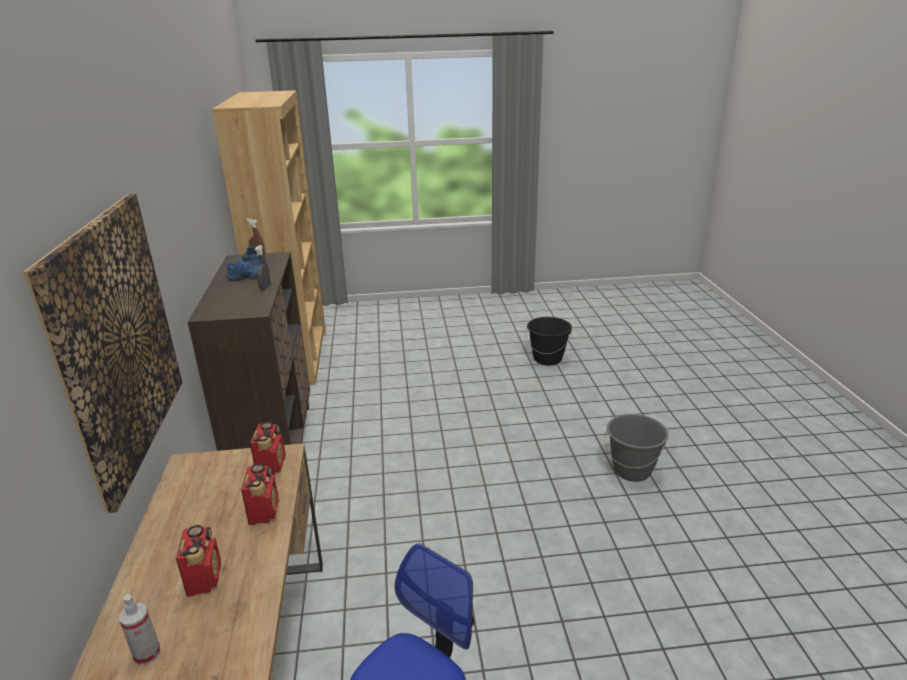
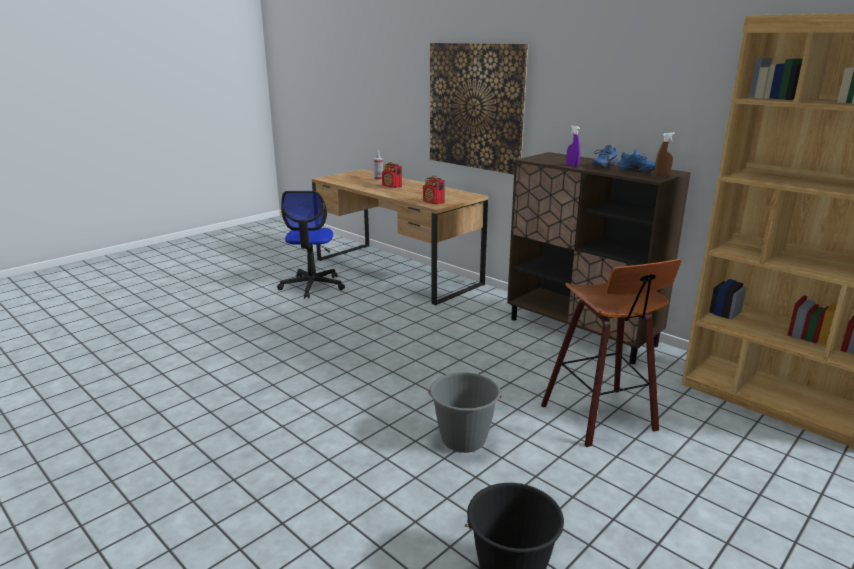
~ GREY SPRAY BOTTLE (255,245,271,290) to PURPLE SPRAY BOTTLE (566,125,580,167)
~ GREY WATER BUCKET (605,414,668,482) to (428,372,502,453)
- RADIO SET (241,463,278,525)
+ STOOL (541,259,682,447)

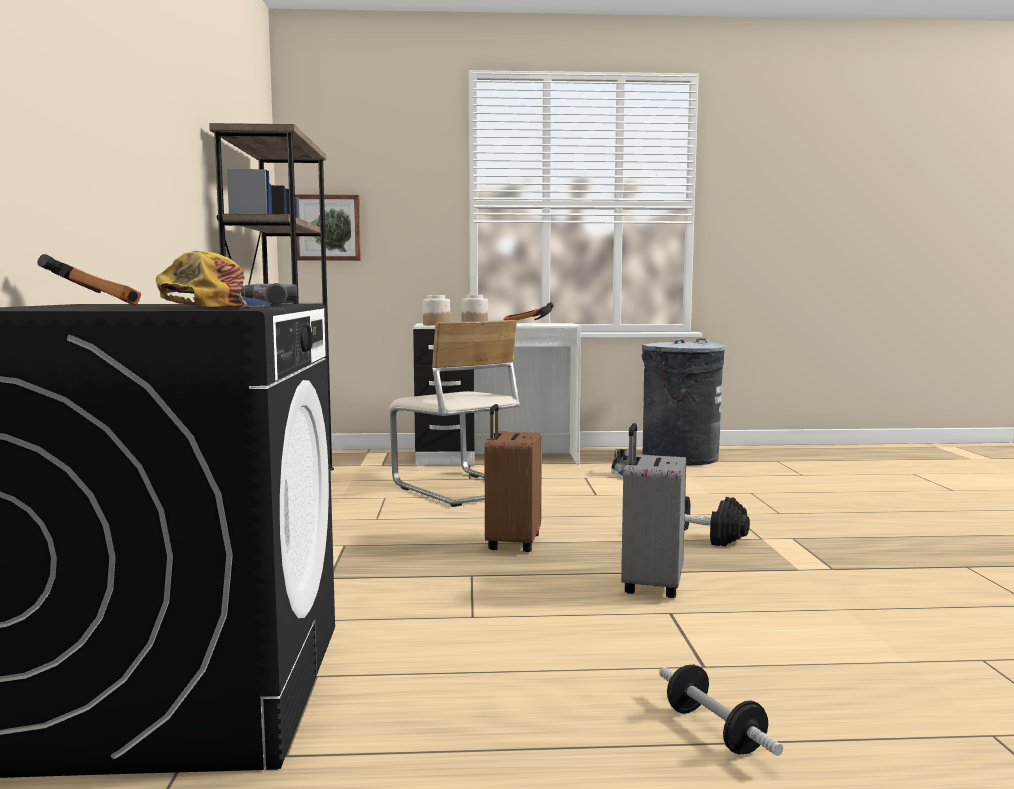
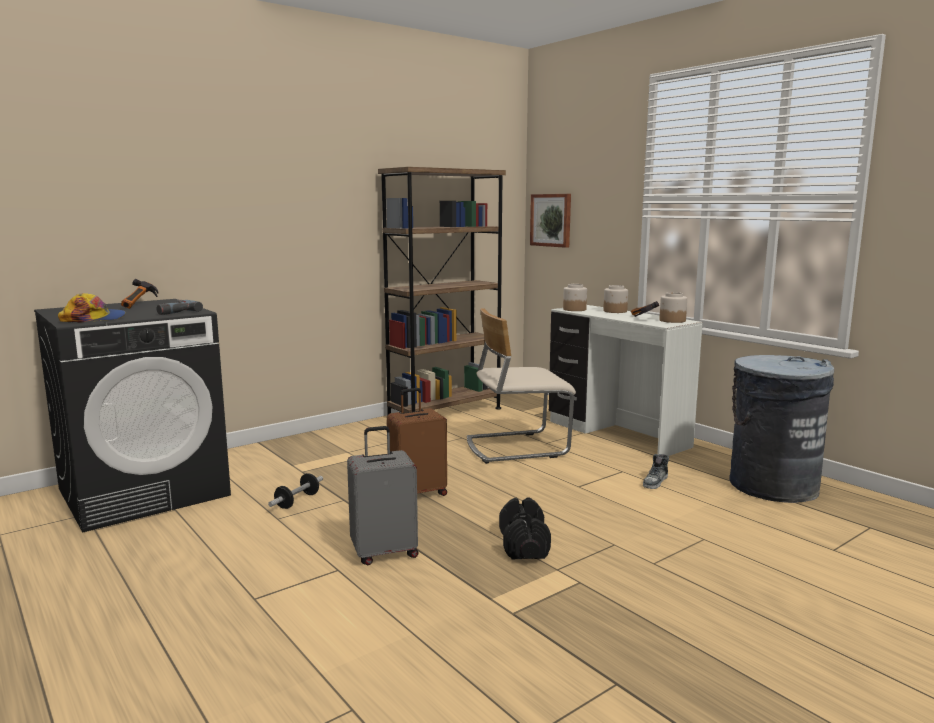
~ SAND-COLOURED PLAIN CHAIR (389,320,519,507) = (467,308,576,464) 60 degrees clockwise
~ HAND WEIGHT (659,665,783,756) to (268,473,323,509)
+ STORAGE JAR (659,292,687,323)

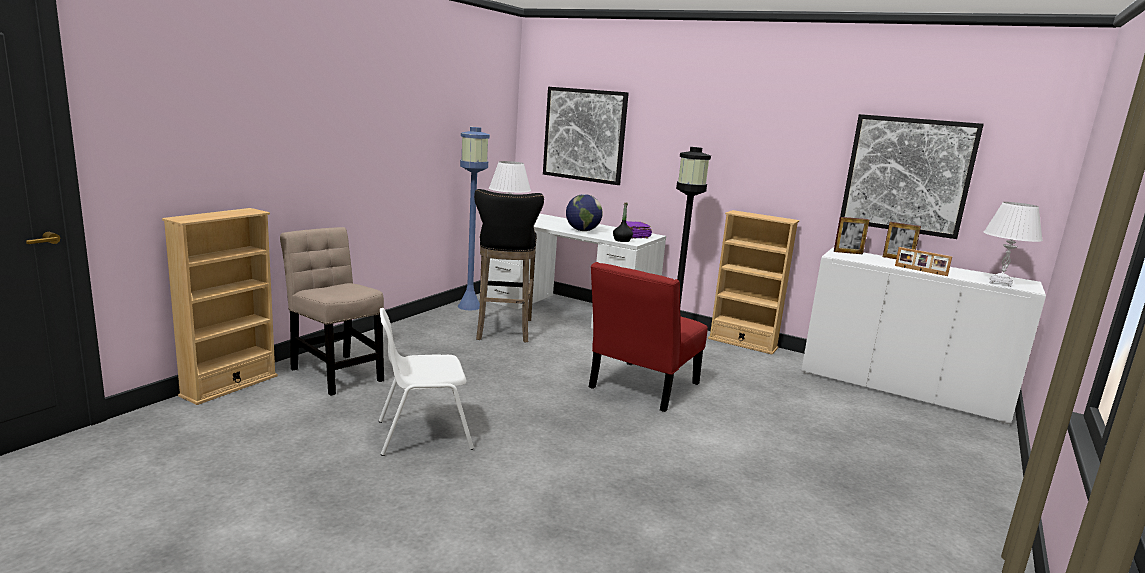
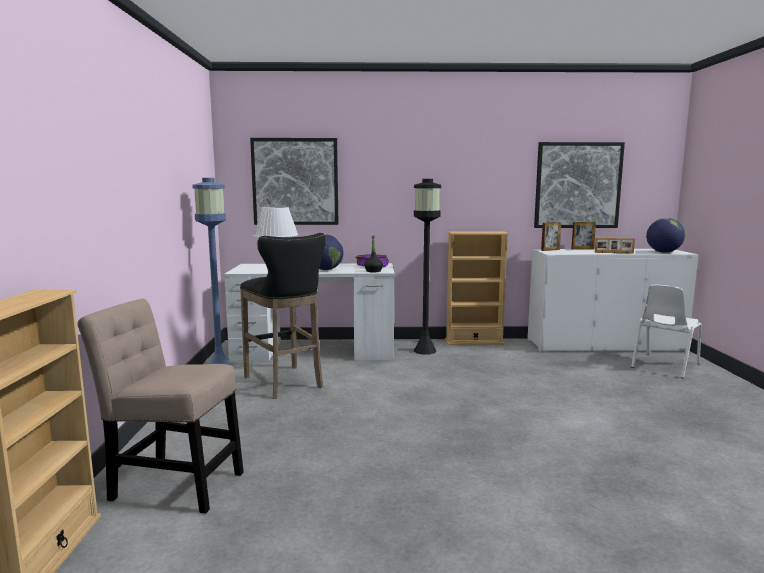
~ WHITE TABLETOP LAMP (984,202,1043,287) to GLOBE (646,218,685,253)
- RED-COLOURED PLAIN CHAIR (589,262,708,412)
~ WHITE PLAIN CHAIR (379,308,474,456) to (631,285,702,378)

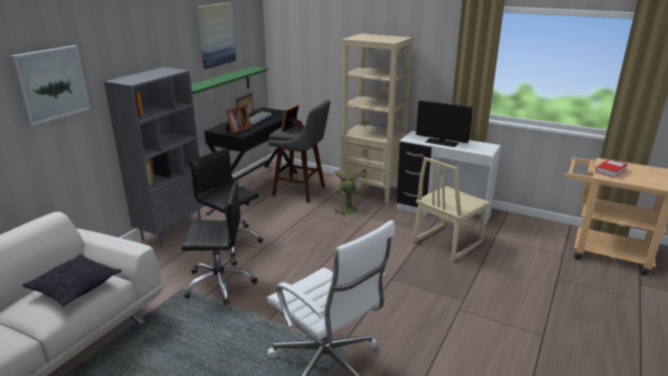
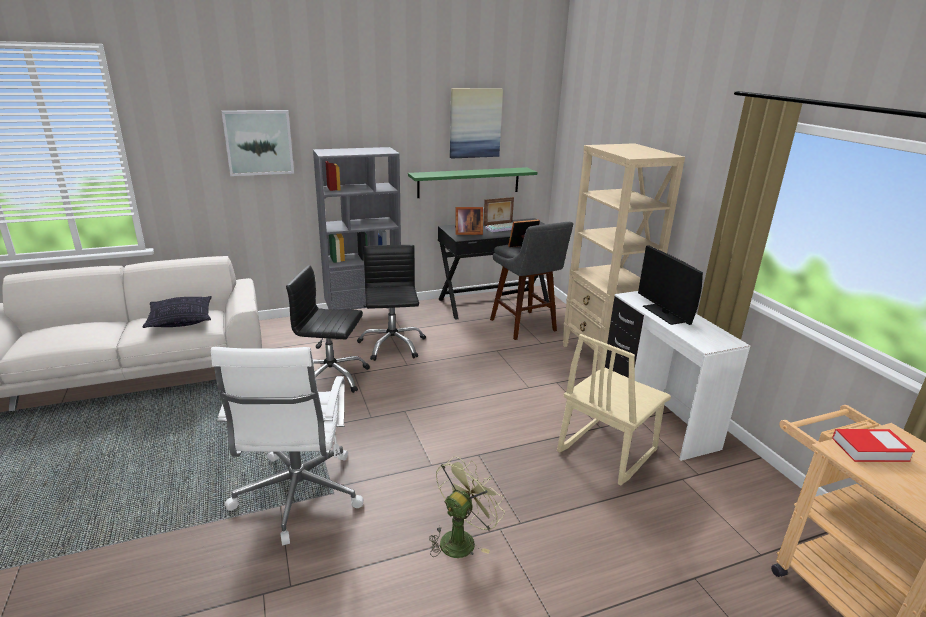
~ SAND-COLOURED PLAIN CHAIR (413,157,491,261) = (557,334,671,486) 45 degrees counterclockwise
~ GREENISH COOLING FAN (329,164,368,215) to (429,456,505,558)
~ BLACK-COLOURED DESK CHAIR (181,181,257,305) = (286,265,370,393) 150 degrees clockwise

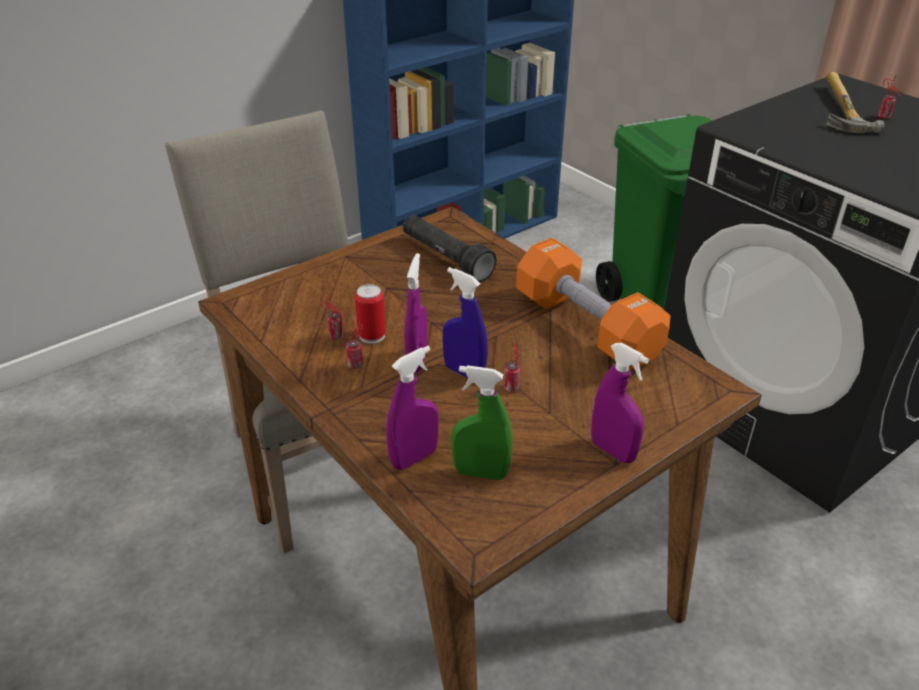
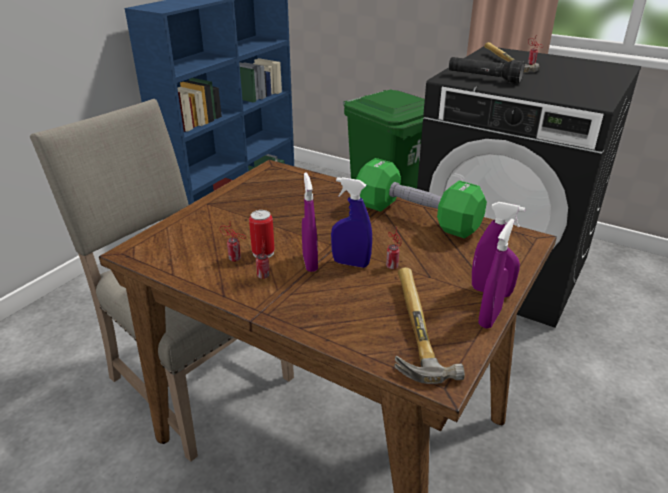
~ BLACK-COLOURED TORCH (403,215,497,282) to (449,57,525,84)
~ ORANGE HAND WEIGHT (516,238,670,370) to GREENISH HAND WEIGHT (356,158,487,238)
~ PURPLE SPRAY BOTTLE (387,346,439,470) to (478,219,515,329)
~ GREENISH SPRAY BOTTLE (451,365,512,480) to TOOL HAMMER (394,267,465,384)

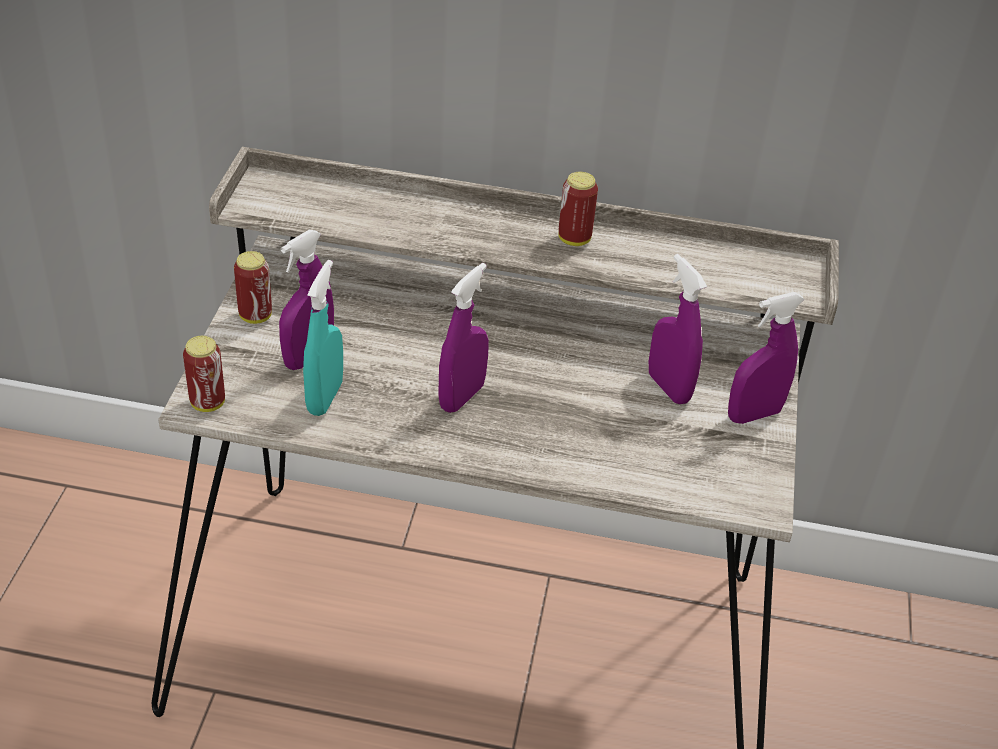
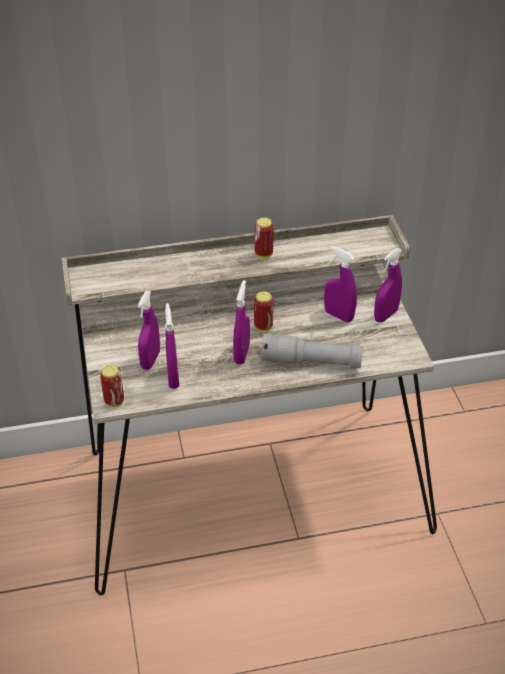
~ CAN (234,251,272,324) to (254,291,273,331)
~ BLUE-GREEN SPRAY BOTTLE (303,260,343,416) to PURPLE SPRAY BOTTLE (165,303,179,389)
+ GREY TORCH (261,333,363,369)

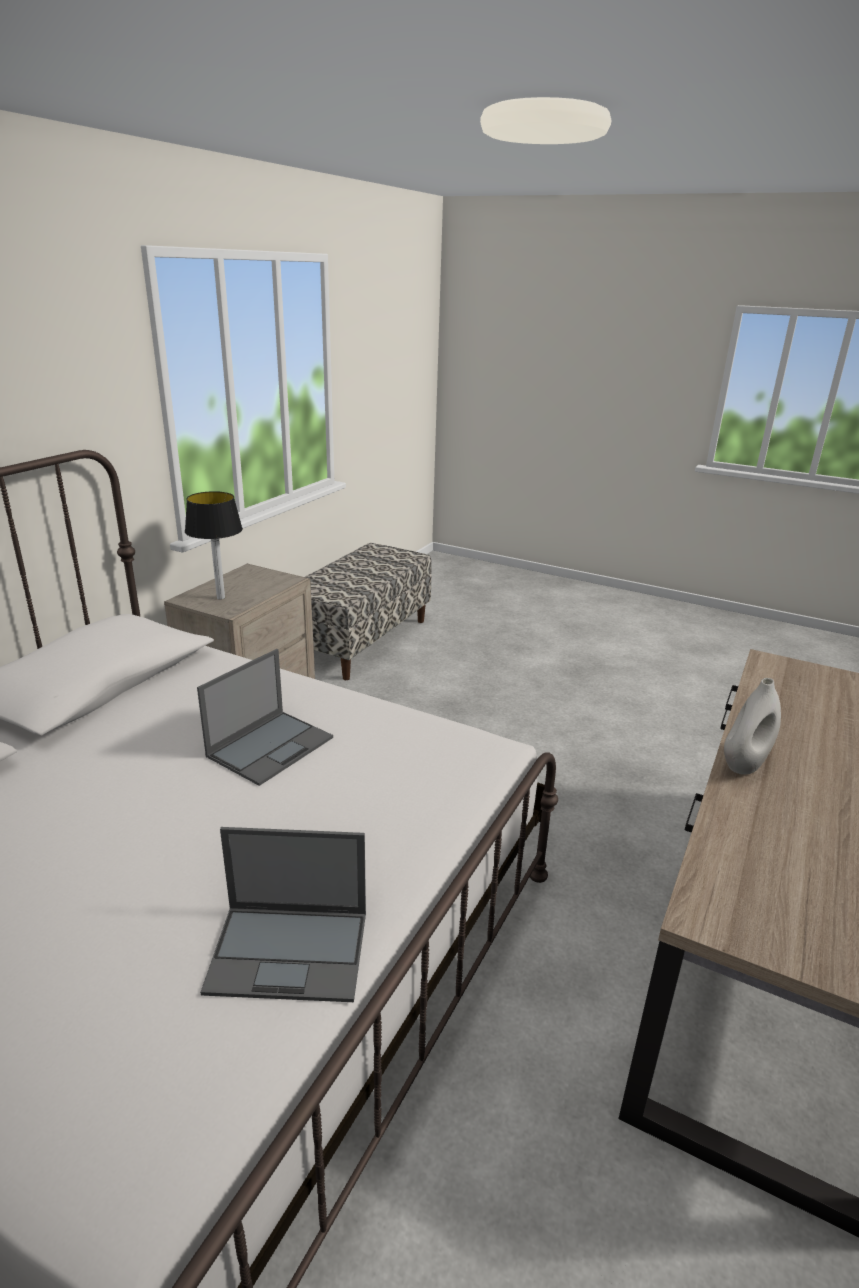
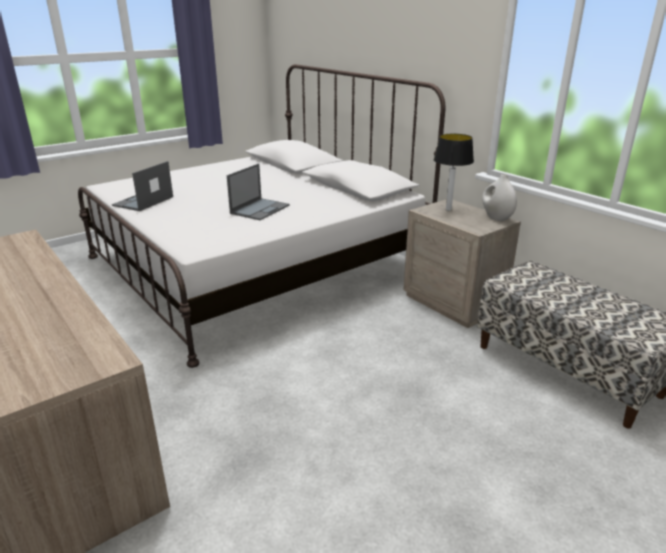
~ NOTEBOOK COMPUTER (197,649,333,786) = (227,164,290,220) 120 degrees counterclockwise
~ WHITE VASE (724,678,781,775) to (482,174,517,221)

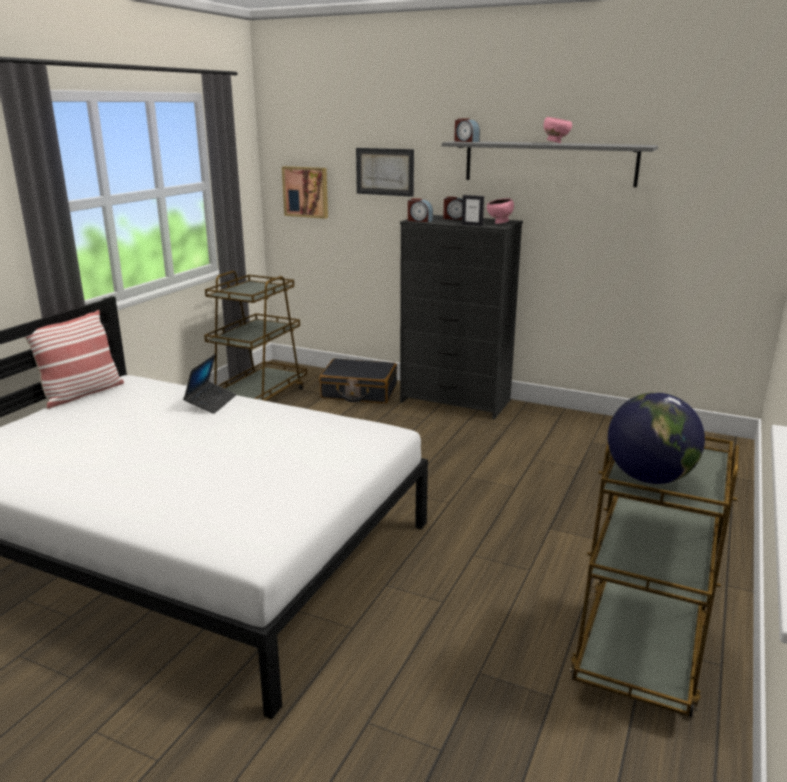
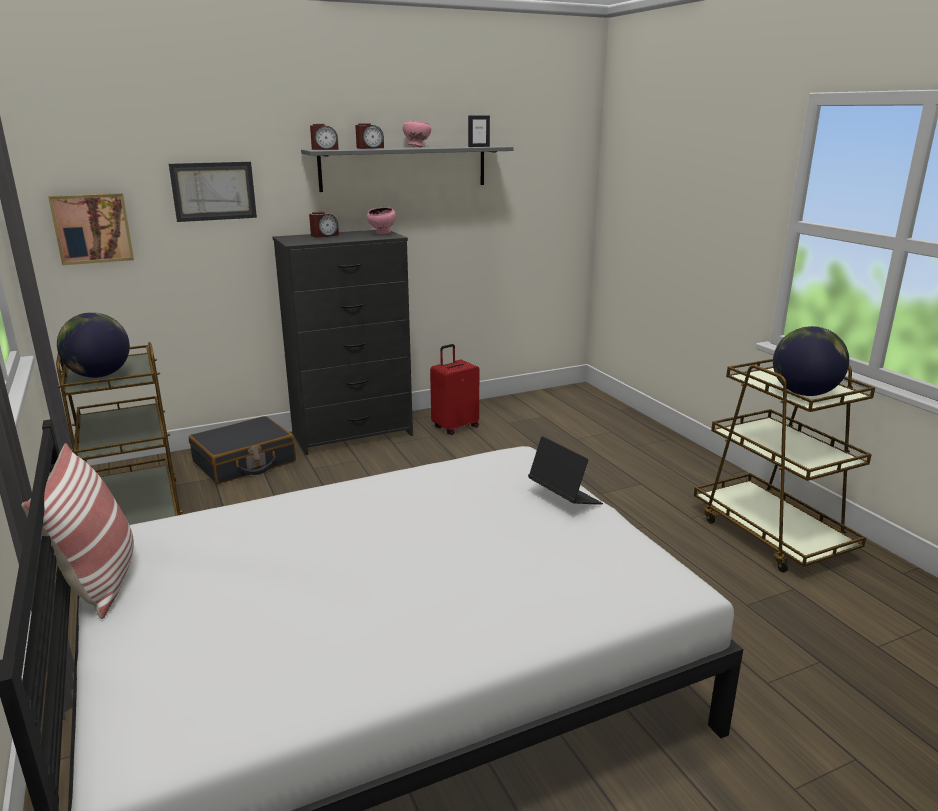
~ STANDING FRAME (462,195,484,226) to (468,116,490,147)
~ TABLE CLOCK (408,198,433,222) to (355,123,384,149)
~ NOTEBOOK COMPUTER (183,354,236,414) to (528,436,603,505)
+ GLOBE (57,312,130,378)
+ RED-COLOURED TRAVEL CASE (430,344,479,435)

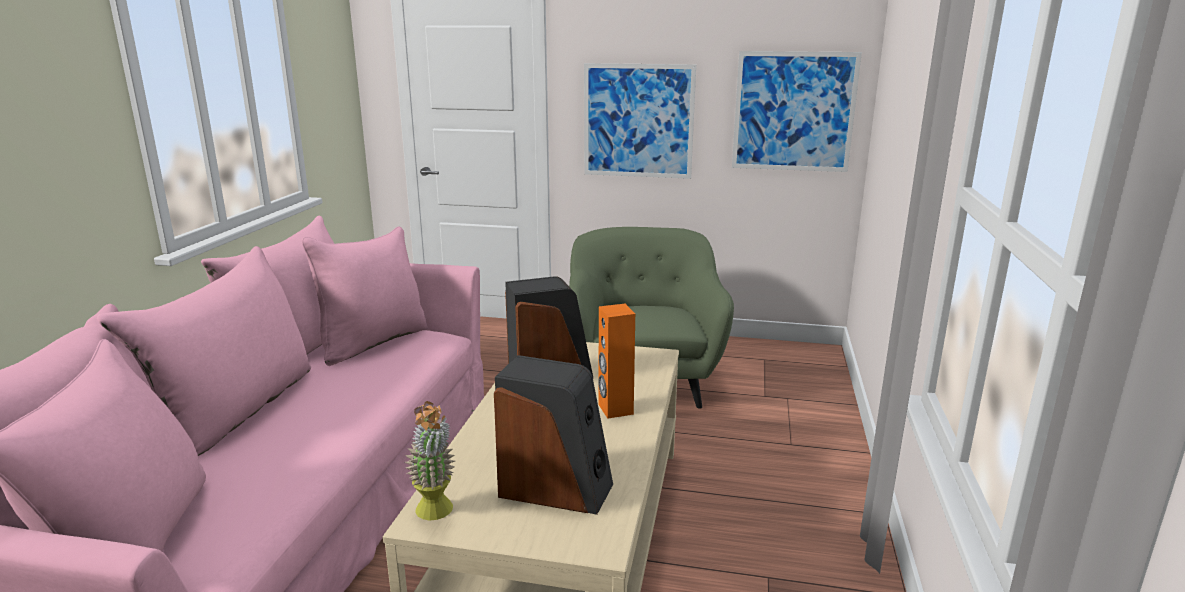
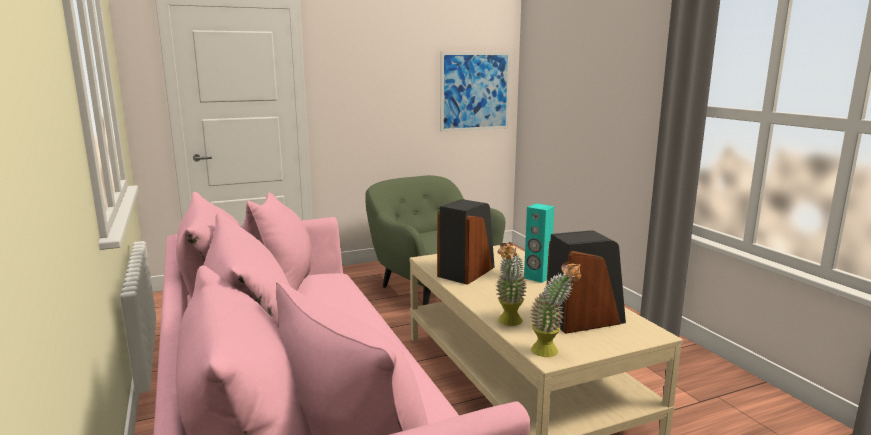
- PICTURE (584,63,696,179)
~ ORANGE LOUDSPEAKER (598,304,635,418) to BLUE-GREEN LOUDSPEAKER (524,203,554,283)
+ POTTED PLANT (496,242,527,326)

